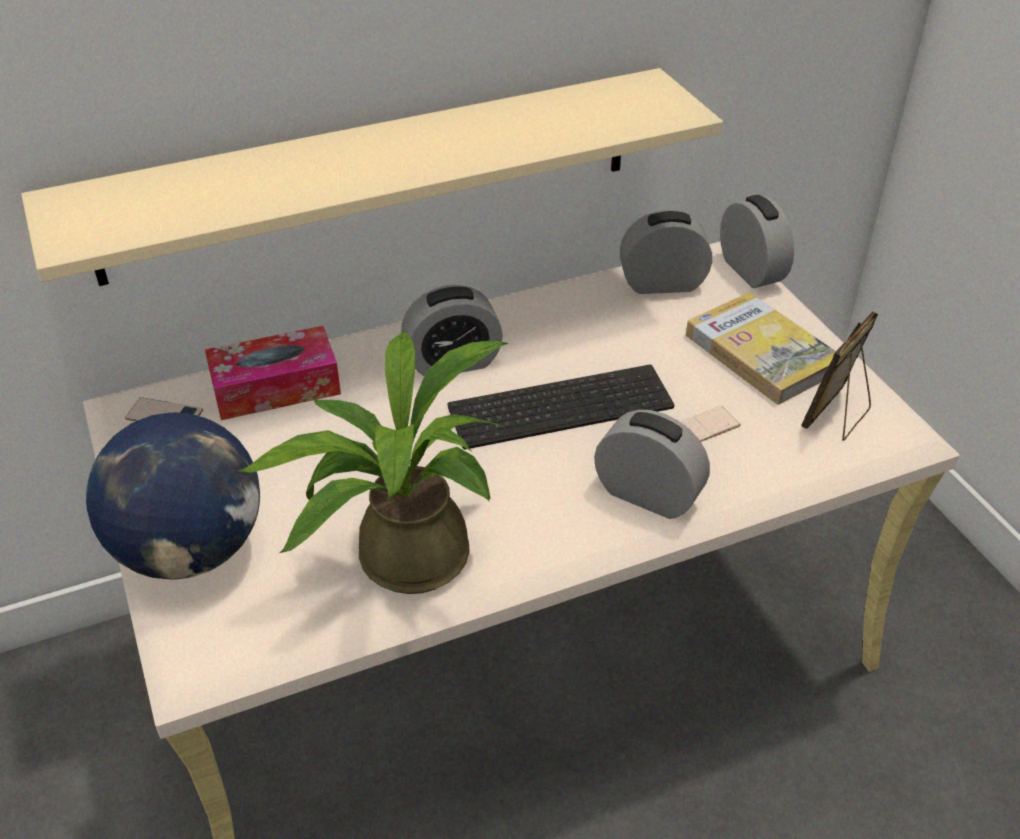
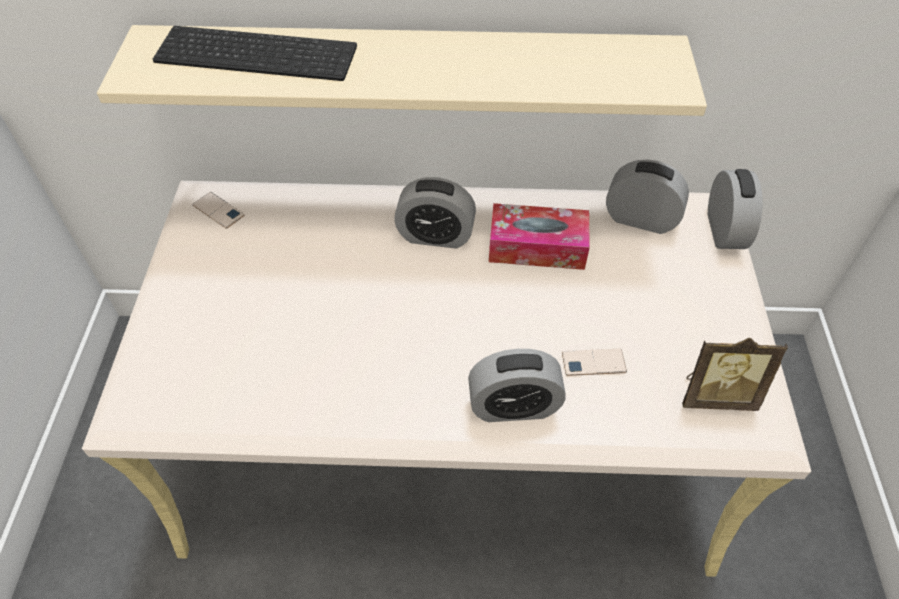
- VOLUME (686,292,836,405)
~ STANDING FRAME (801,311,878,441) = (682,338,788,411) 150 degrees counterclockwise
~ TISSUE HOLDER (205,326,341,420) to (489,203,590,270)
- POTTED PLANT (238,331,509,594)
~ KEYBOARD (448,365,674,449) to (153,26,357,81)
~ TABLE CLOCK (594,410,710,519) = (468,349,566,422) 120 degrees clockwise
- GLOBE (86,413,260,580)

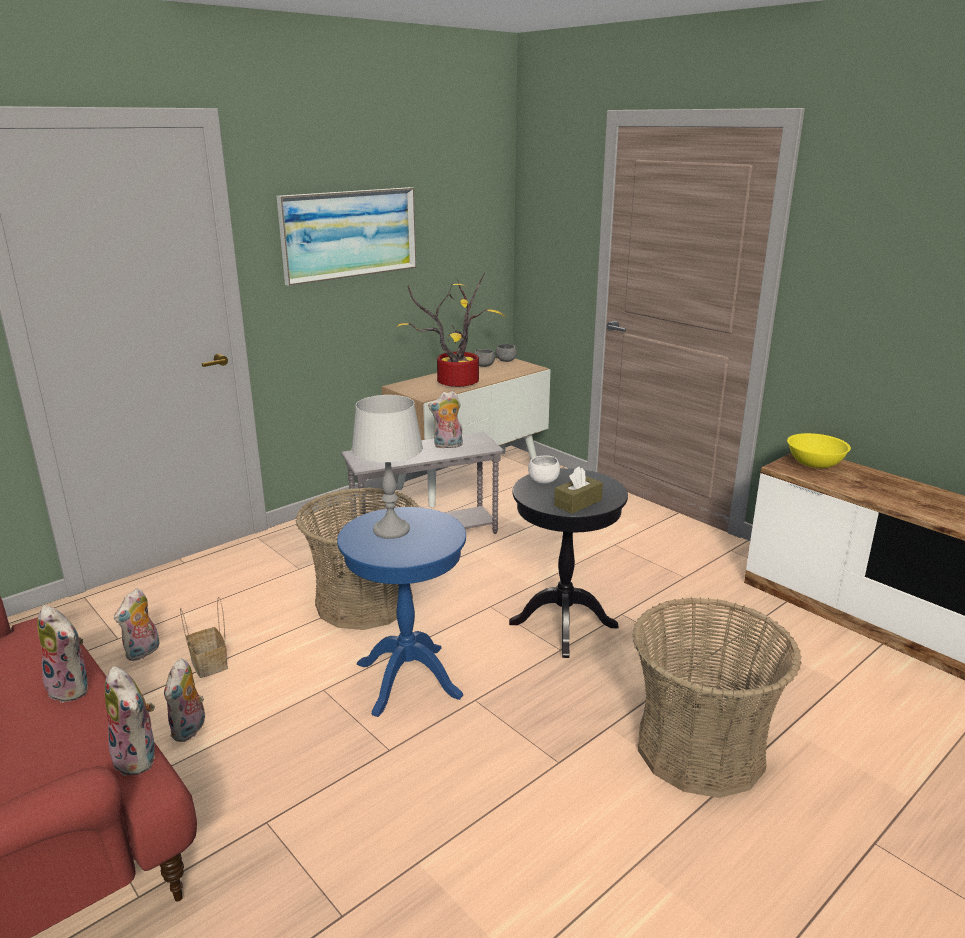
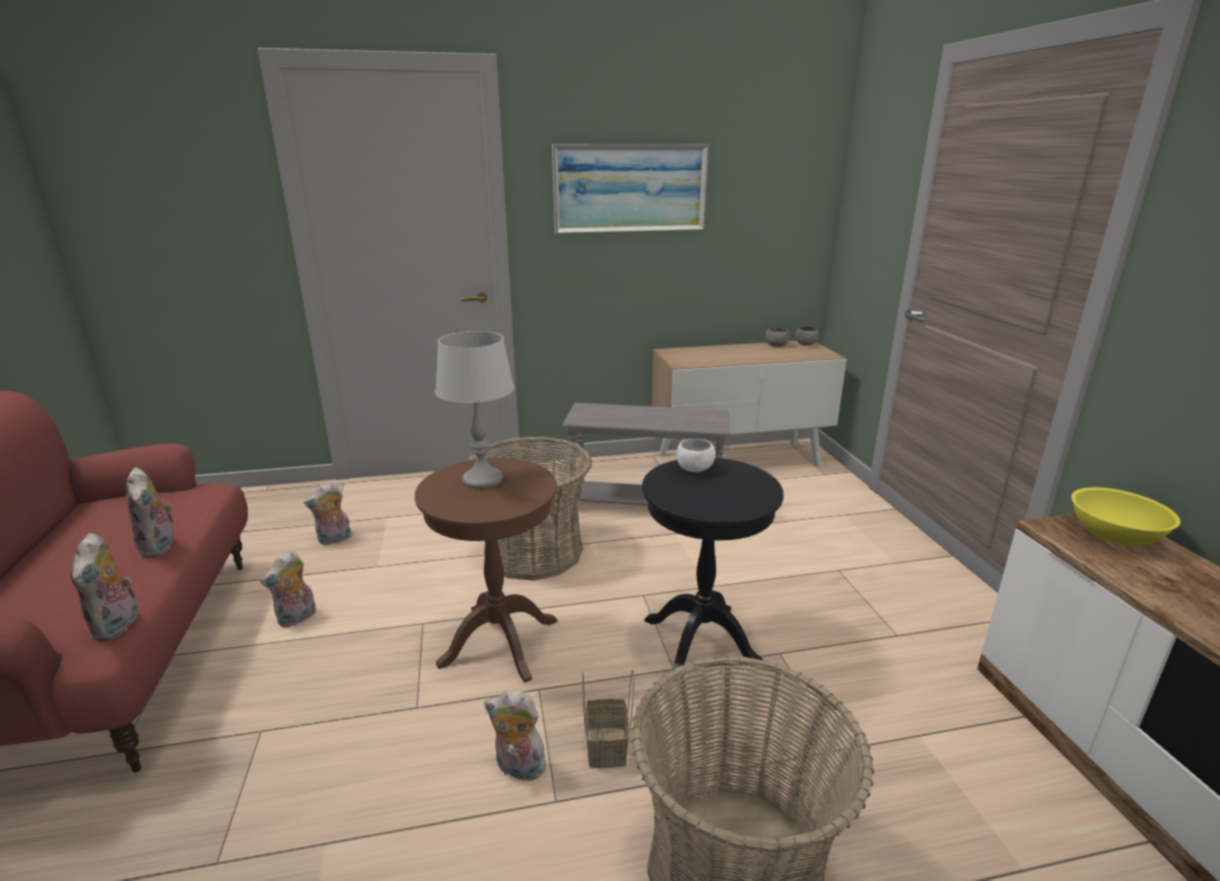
- POTTED PLANT (396,272,505,387)
~ PLUSH TOY (428,391,463,449) to (484,690,550,781)
- BROWN-COLOURED TISSUE HOLDER (554,466,603,514)
~ BLUISH END TABLE (337,507,466,717) to BROWN-COLOURED END TABLE (415,458,558,682)
~ BASKET (180,596,228,678) to (582,670,634,768)

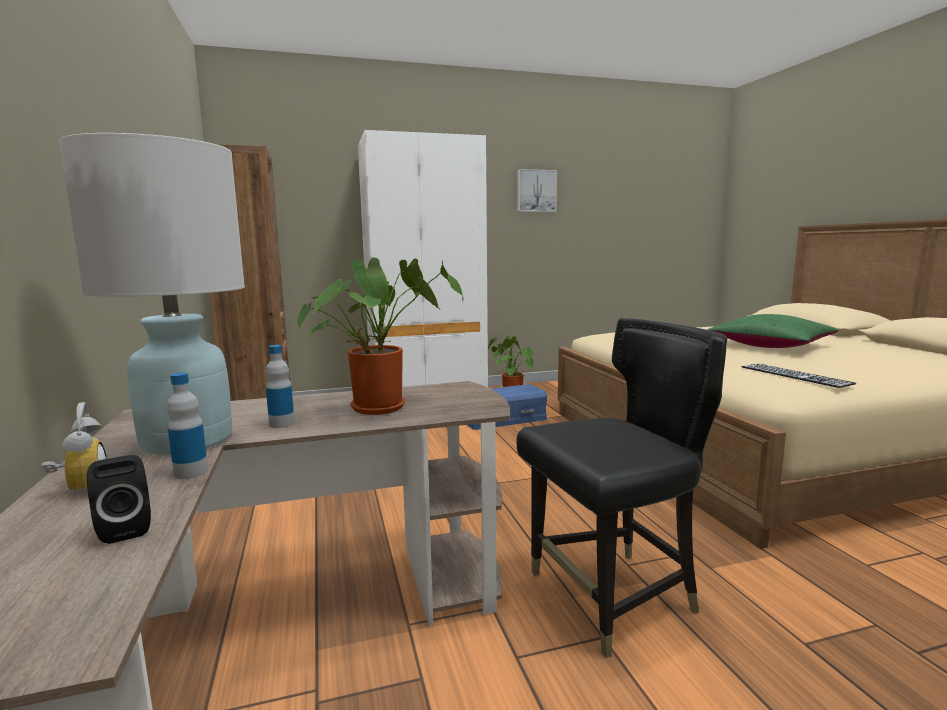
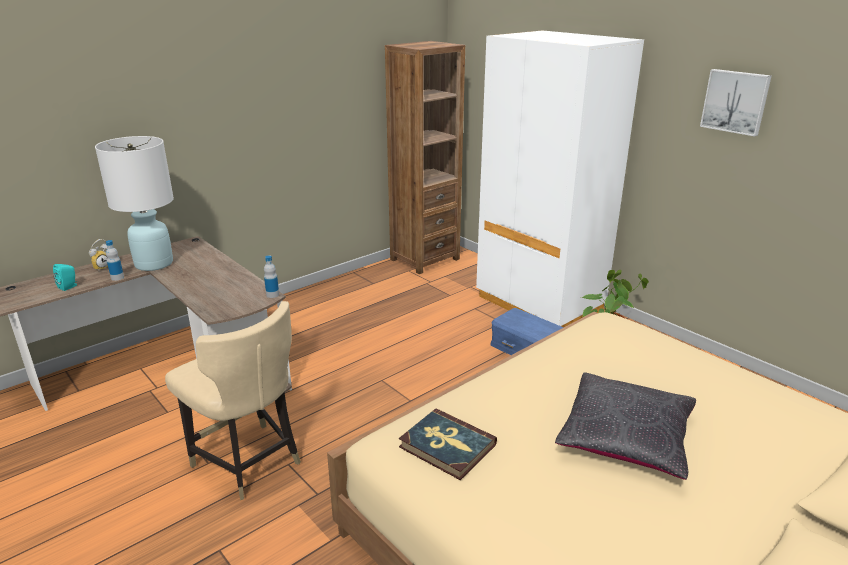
- POTTED PLANT (297,257,463,415)
~ GREENISH THROW PILLOW (708,314,839,348) to BLACK-COLOURED THROW PILLOW (555,372,696,480)
~ BLACK-COLOURED PLAIN CHAIR (516,318,727,658) to SAND-COLOURED PLAIN CHAIR (165,301,301,500)
~ BOTTLE (266,345,295,428) to (264,256,279,298)
~ KEYBOARD (741,363,856,388) to VOLUME (399,408,497,480)
~ BLACK-COLOURED LOUDSPEAKER (87,455,151,544) to BLUE-GREEN LOUDSPEAKER (53,264,77,291)

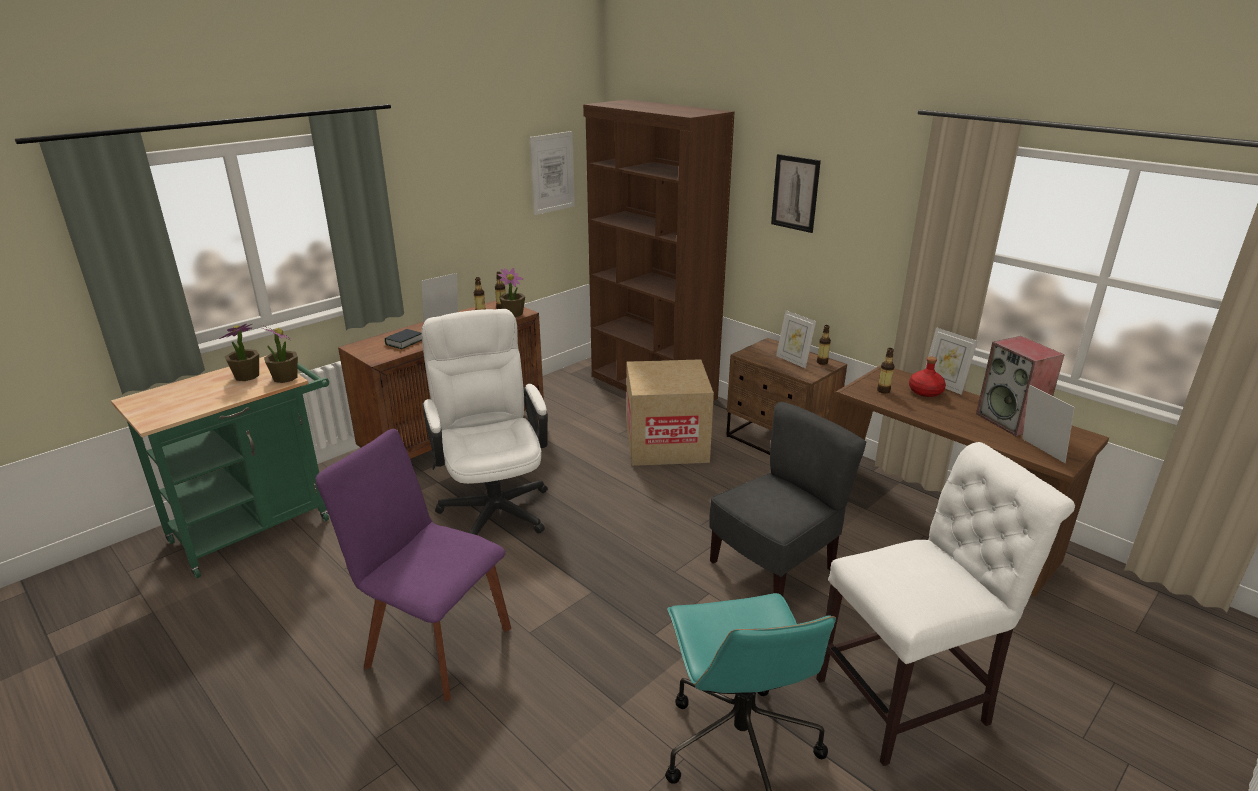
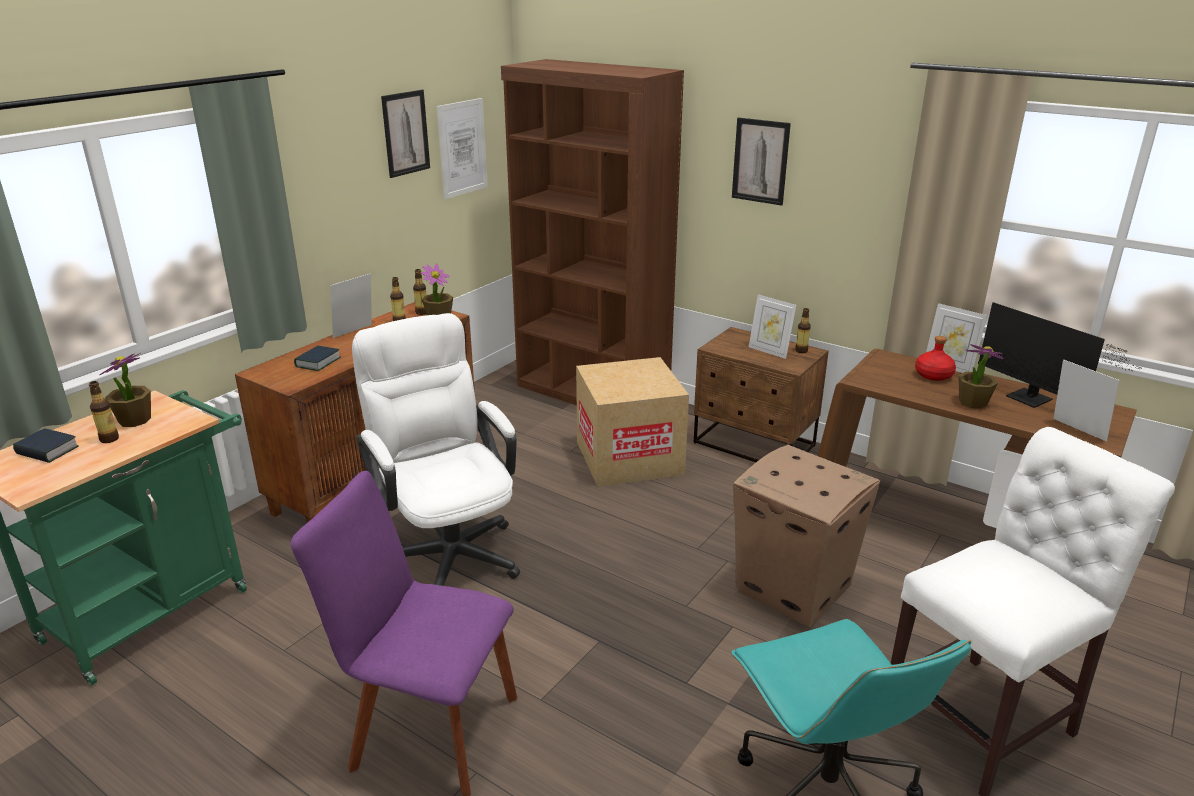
~ POTTED PLANT (261,325,298,383) to (958,344,1003,409)
~ LOUDSPEAKER (976,336,1065,436) to COMPUTER DISPLAY (978,302,1140,408)
~ BOTTLE (877,348,895,394) to (89,381,119,443)
~ GREY PLAIN CHAIR (710,402,866,596) to CARDBOARD BOX (733,445,881,627)
+ PICTURE (381,90,430,178)
+ VOLUME (13,428,79,463)

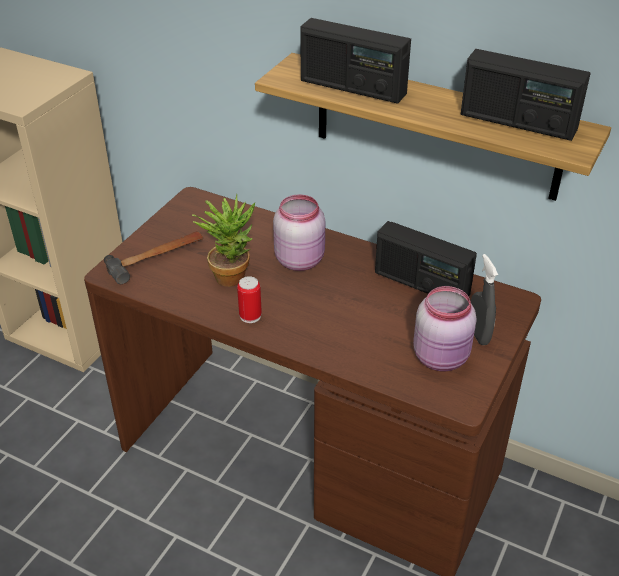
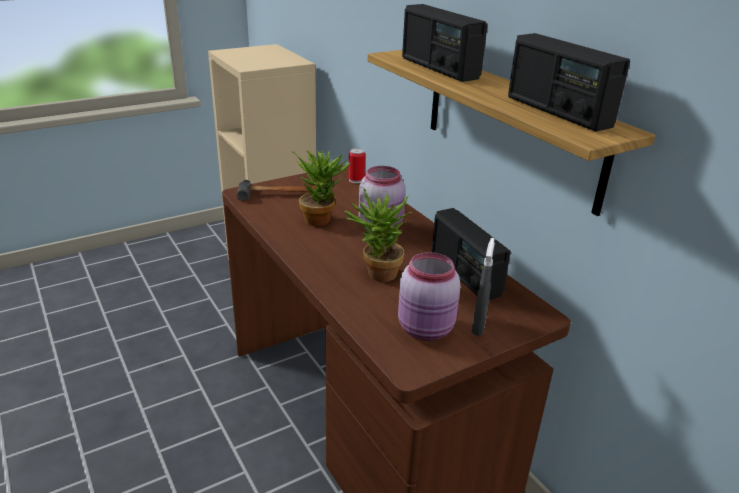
~ CAN (237,276,262,323) to (348,148,365,183)
+ POTTED PLANT (344,189,411,282)

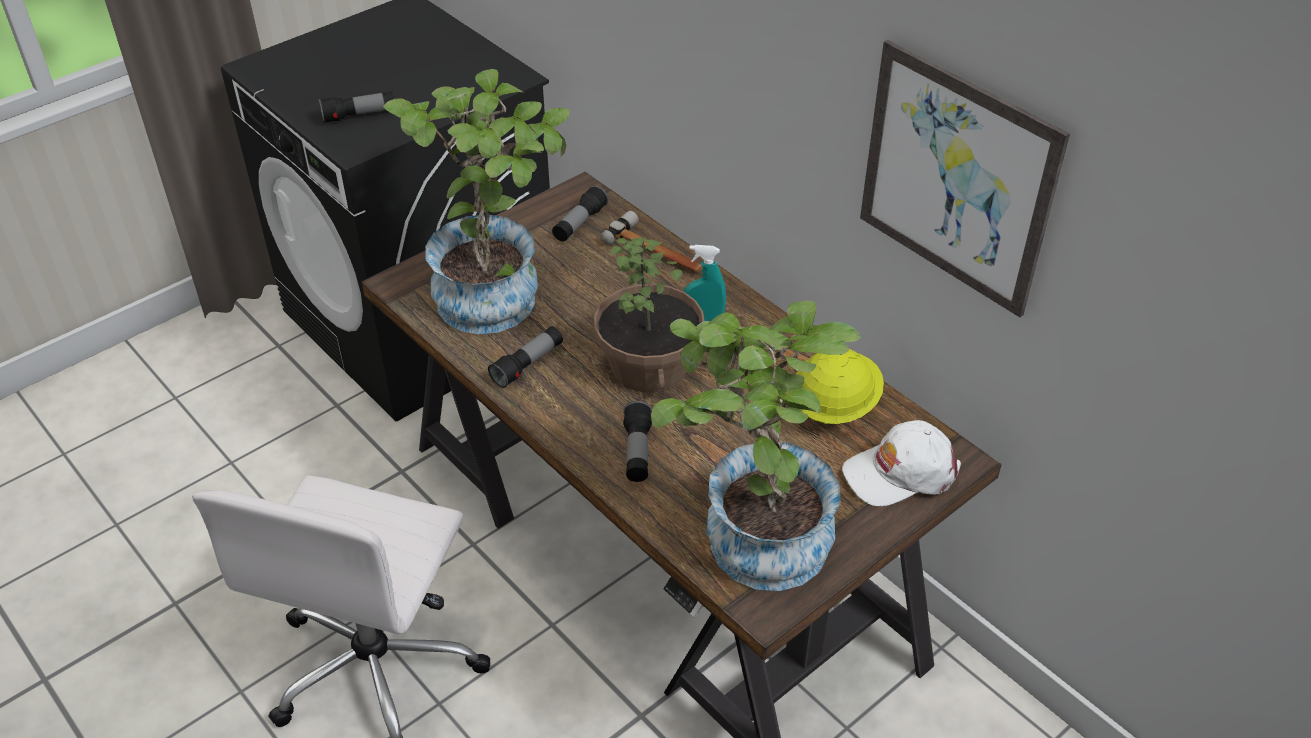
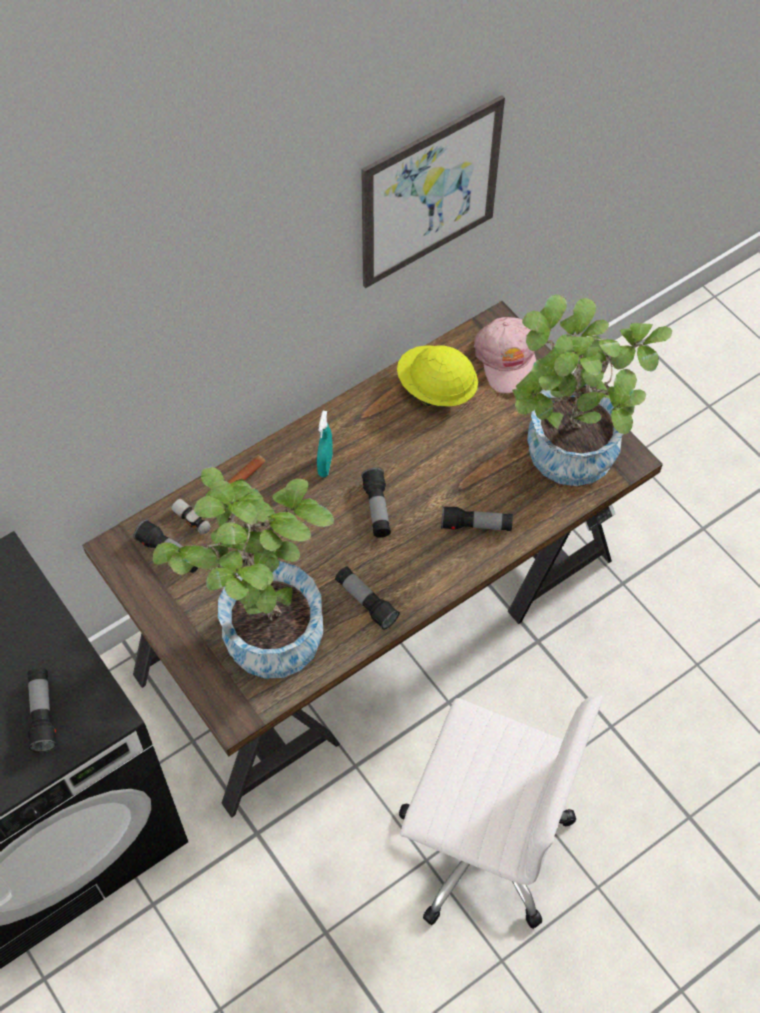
~ POTTED PLANT (594,237,704,392) to TORCH (361,468,391,538)
~ WHITE PEAKED CAP (842,420,961,506) to PINKISH PEAKED CAP (473,317,537,394)

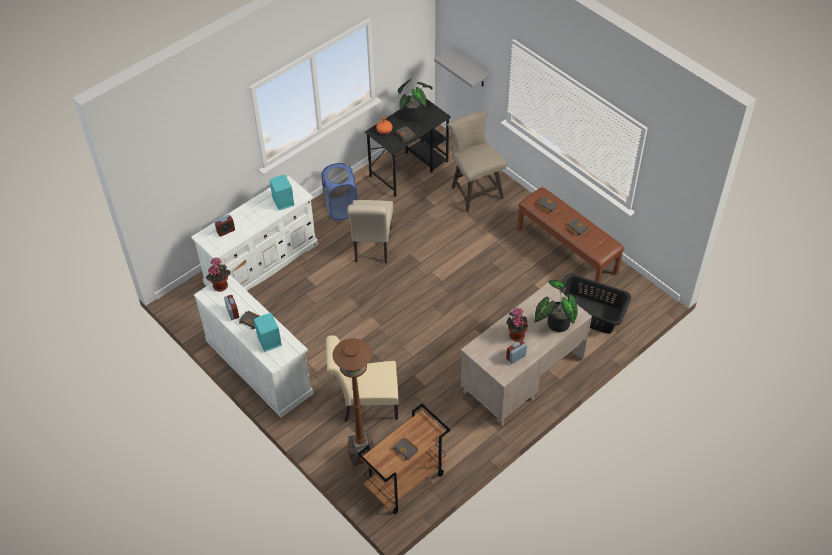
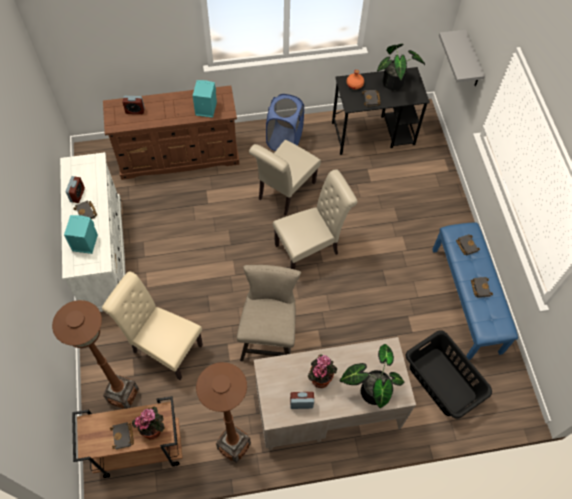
~ SAND-COLOURED STOOL (447,110,507,212) to (237,265,301,361)
~ WHITE CHEST OF DRAWERS (191,176,318,290) to BROWN-COLOURED CHEST OF DRAWERS (103,85,240,180)
~ BROWN-COLOURED BENCH (517,187,624,290) to BLUISH BENCH (432,223,518,360)
~ POTTED PLANT (206,257,231,292) to (132,407,164,439)
+ SAND-COLOURED PLAIN CHAIR (273,169,358,270)
+ BROWN-COLOURED STANDARD LAMP (196,362,251,463)

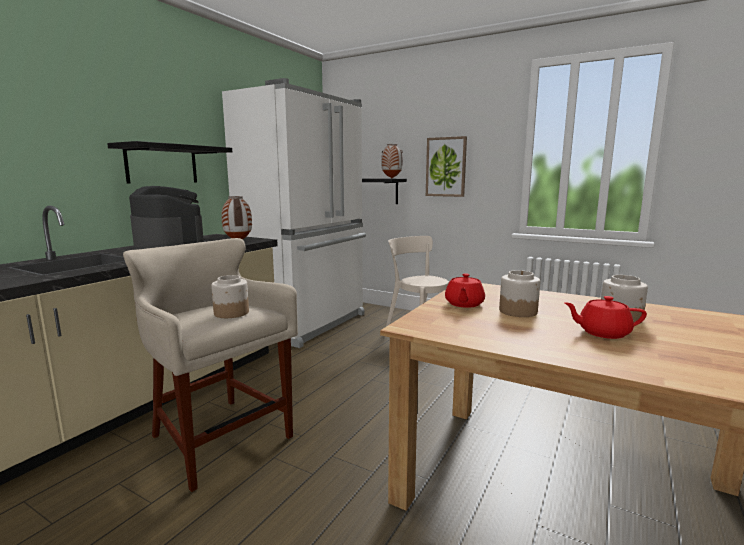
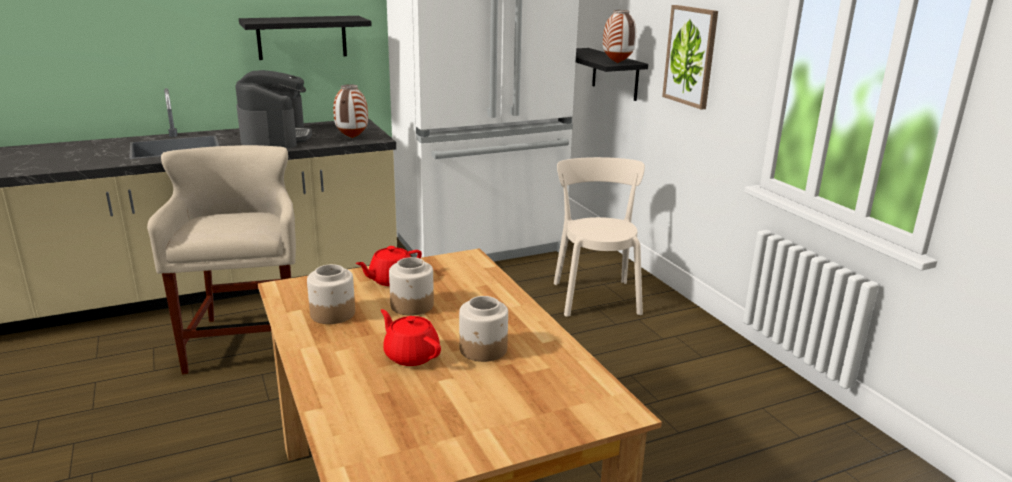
~ STORAGE JAR (211,275,249,318) to (307,264,355,324)

